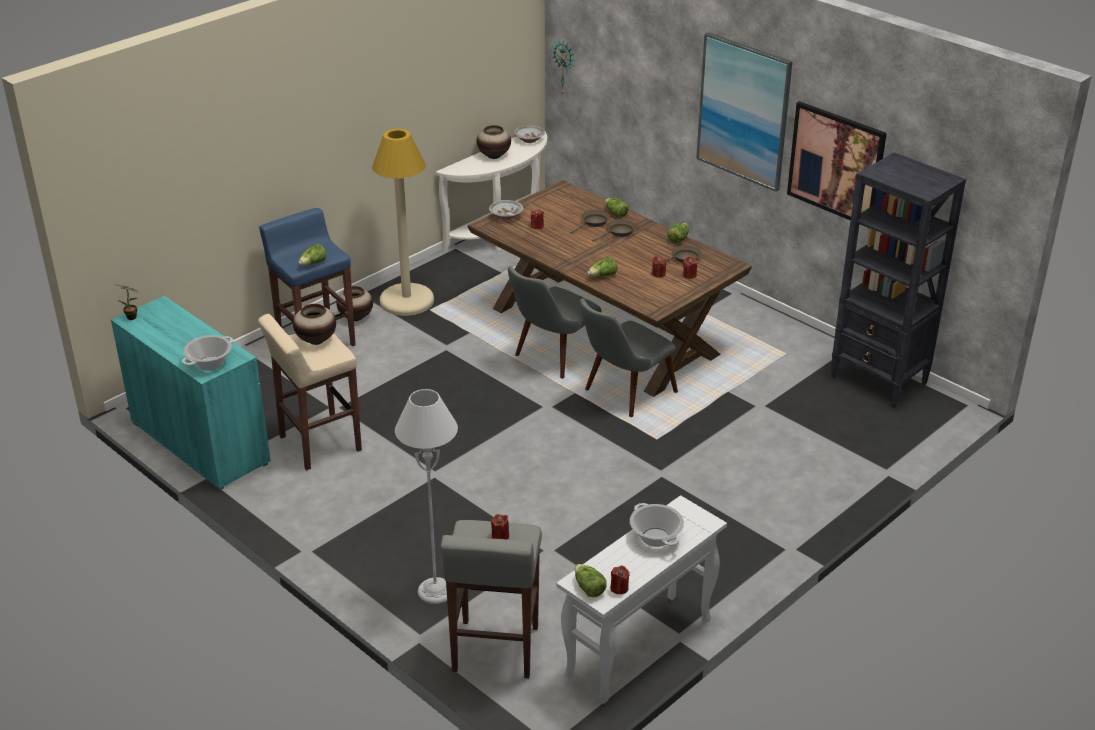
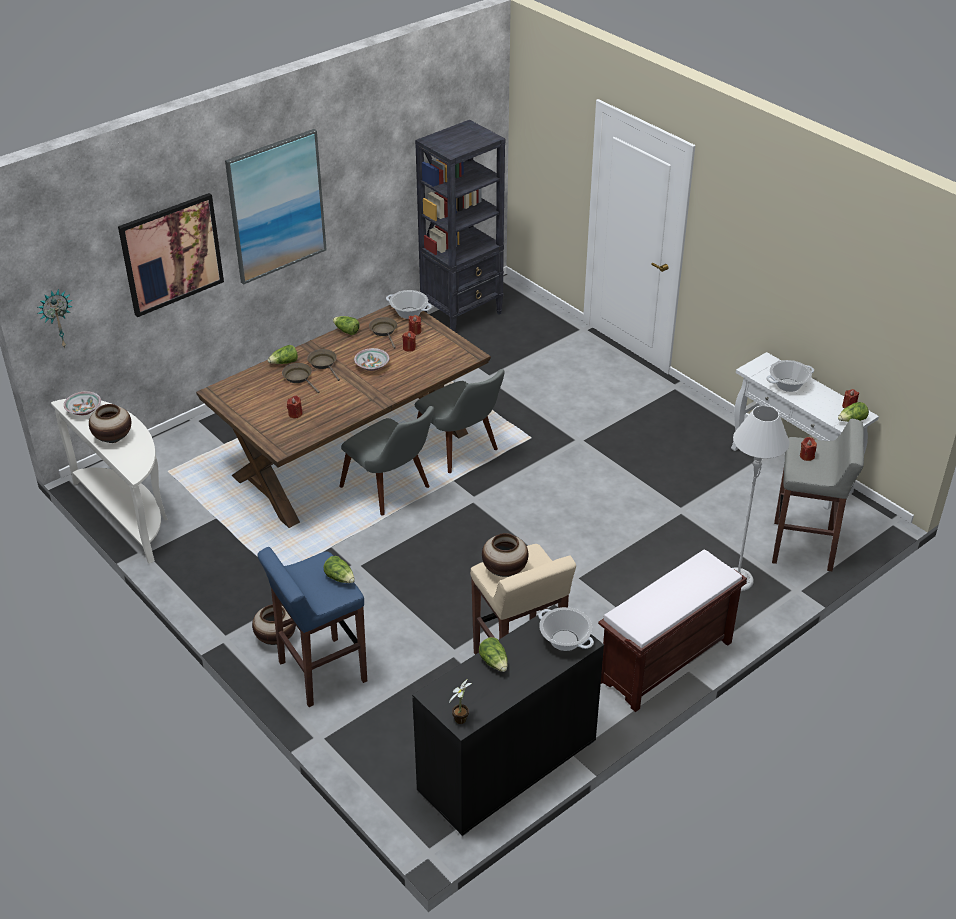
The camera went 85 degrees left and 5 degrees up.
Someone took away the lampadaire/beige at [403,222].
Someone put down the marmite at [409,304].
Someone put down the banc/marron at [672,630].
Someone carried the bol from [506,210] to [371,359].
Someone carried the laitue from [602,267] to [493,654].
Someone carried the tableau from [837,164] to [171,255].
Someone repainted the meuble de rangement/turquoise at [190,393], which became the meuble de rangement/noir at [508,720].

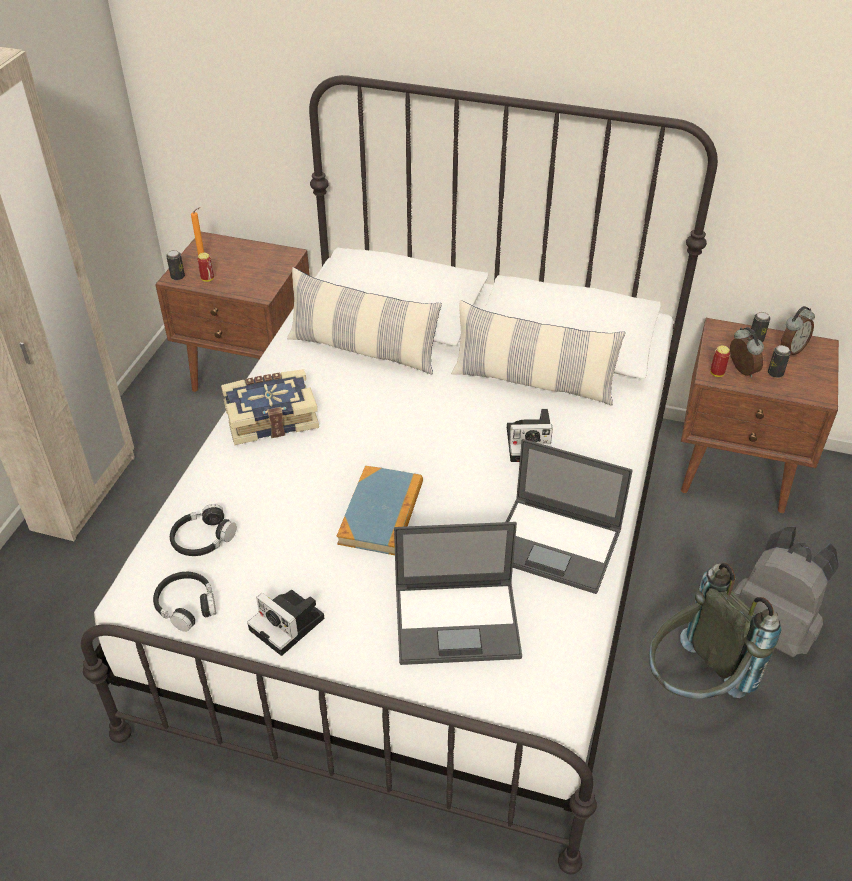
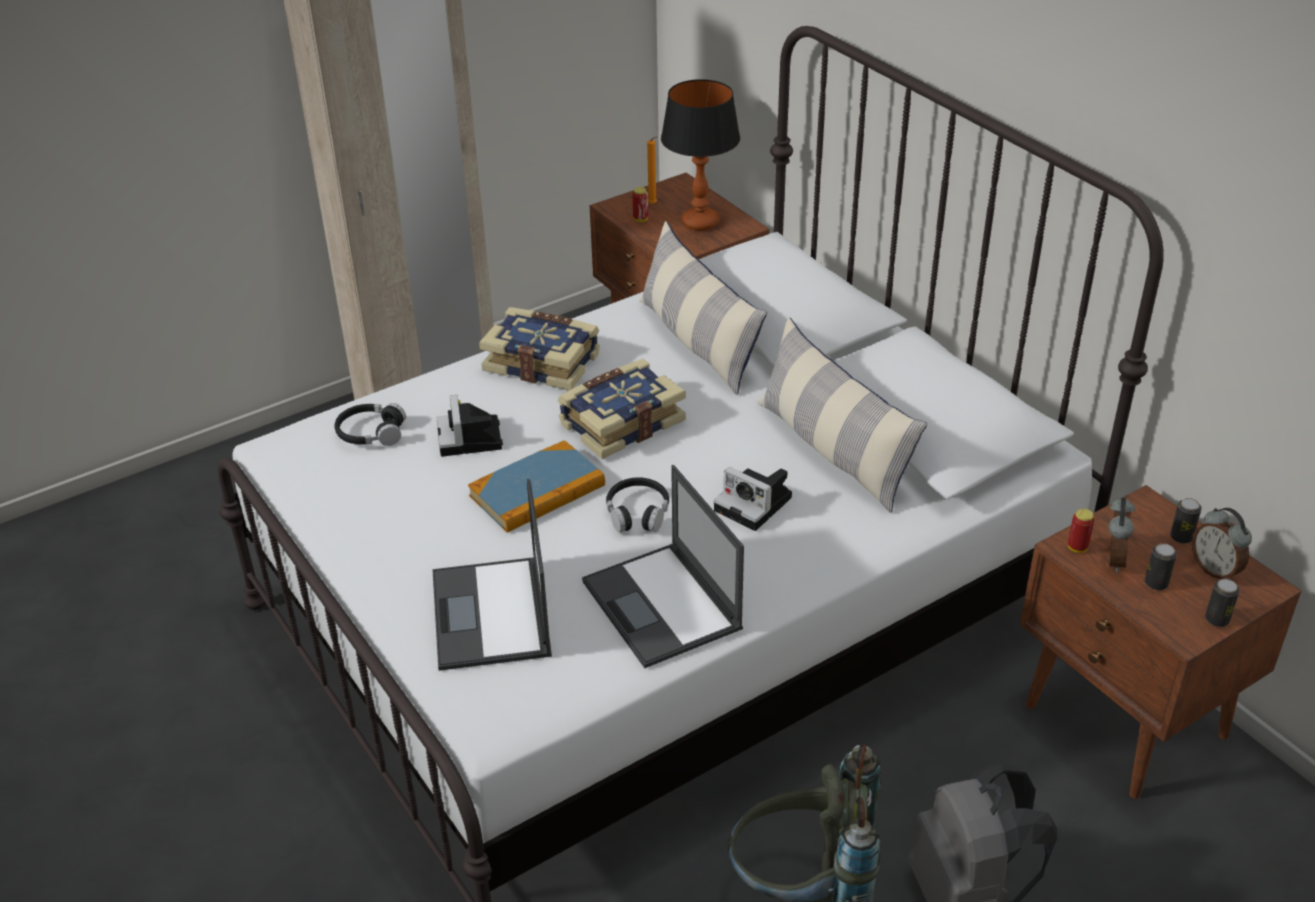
The camera went 40 degrees right and 5 degrees down.
Someone put down the livre at [621,409].
Someone put down the lampe de table at [700,155].
Someone carried the casque audio/noir from [184,602] to [637,505].
Someone carried the boîte métallique from [175,265] to [1222,603].
Someone carried the appareil photo from [285,623] to [469,426].
Someone rotated the ordinateur portable at [458,593] by 45 degrees clockwise.
Someone rotated the réveil at [798,330] by 60 degrees clockwise.

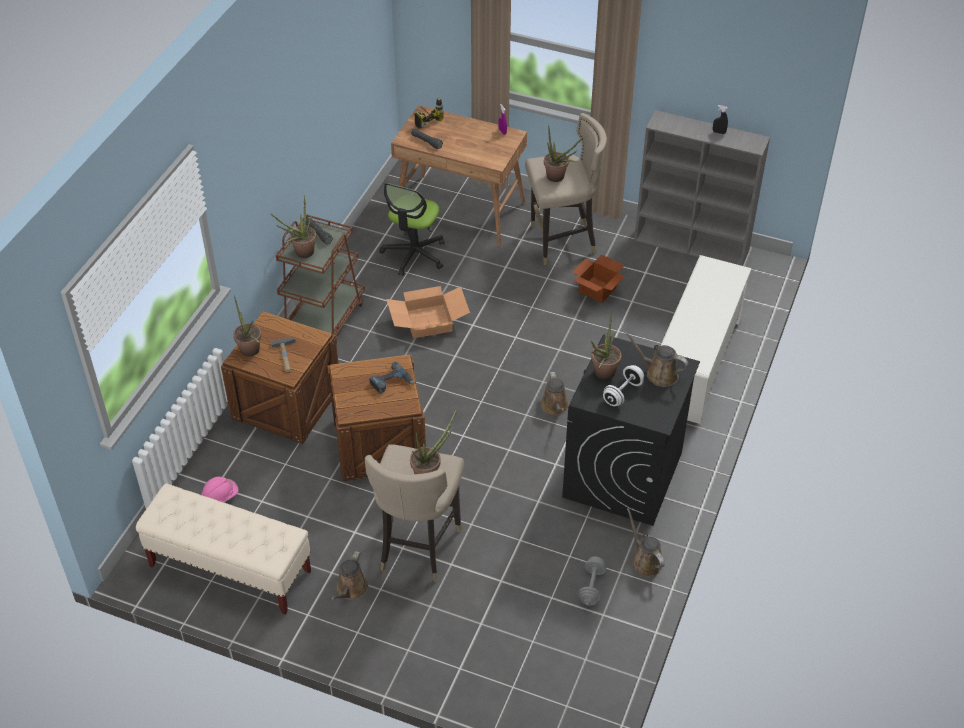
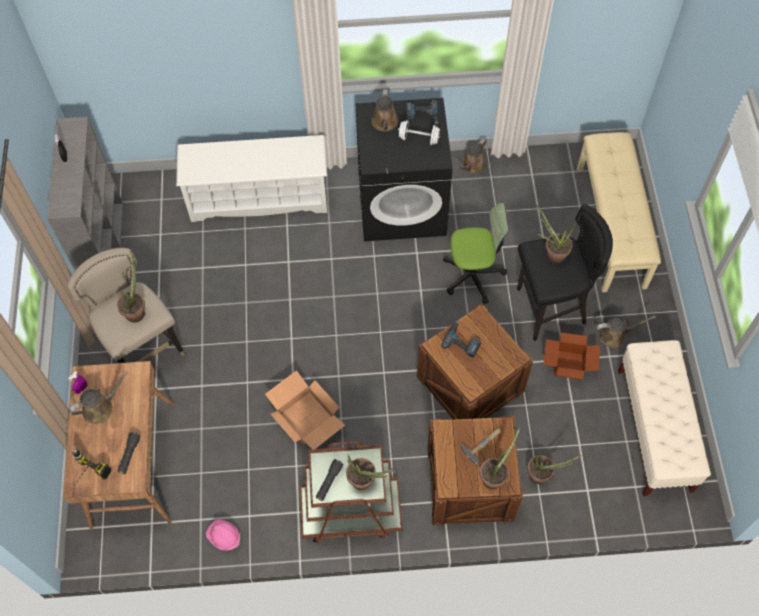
The camera went 115 degrees left and 15 degrees up.
Someone took away the haltère/gris at [592,581].
Someone put down the perceuse at [422,112].
Someone put down the banc/beige at [619,212].
Someone carried the casque de chantier/rose from [220,489] to [223,534].
Someone carried the chaise de bureau from [412,229] to [475,253].
Someone carried the arrosoir/marron from [555,393] to [98,397].
Someone carried the carton from [598,278] to [571,356].
Someone carried the plante en pot from [606,346] to [554,469].
Someone repainted the tabouret/beige at [414,513], which became the tabouret/noir at [565,272].

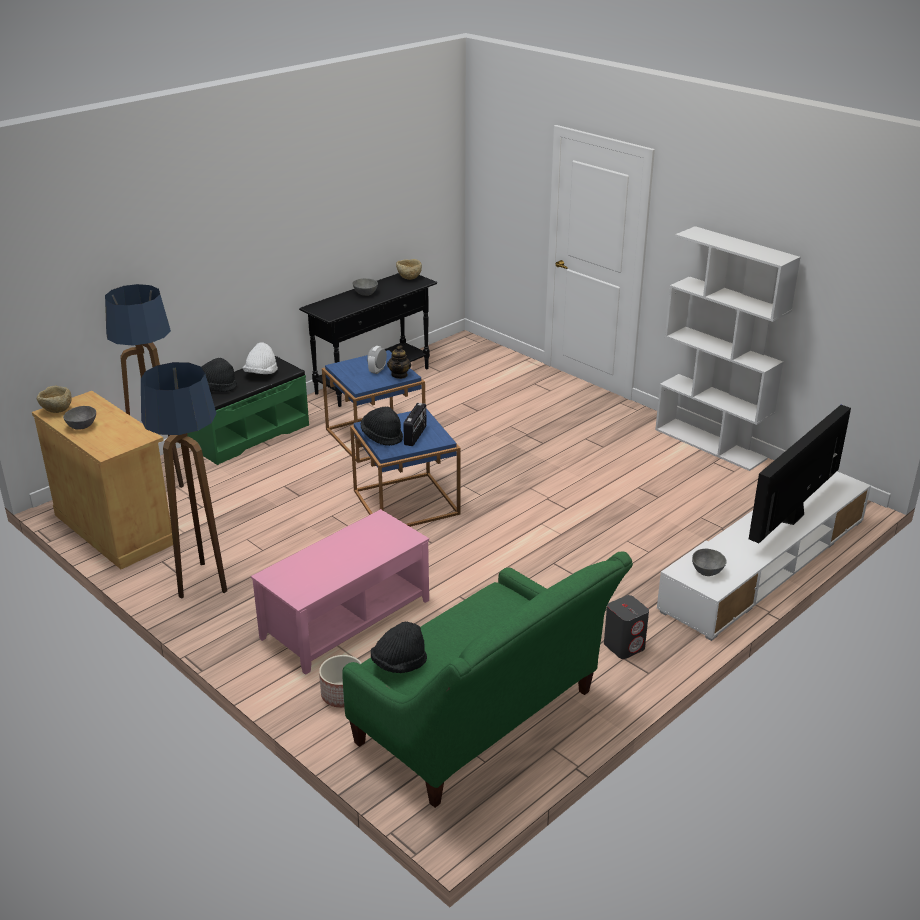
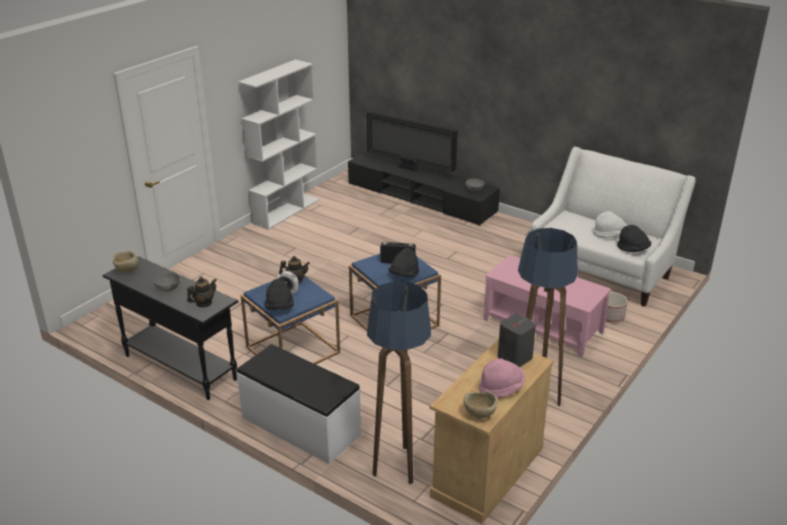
The camera went 100 degrees left and 0 degrees up.
Someone put down the théière at [202,292].
Someone carried the chapeau/noir from [219,375] to [279,294].
Someone carried the chapeau/blanc from [260,358] to [610,224].
Someone carried the enceinte/gris from [626,627] to [517,340].
Someone swapped the bol/gris at [79,417] for the chapeau/rose at [502,378].
Someone repainted the banc/vert at [248,410], which became the banc/blanc at [299,404].
Someone repainted the canapé/vert at [488,679], which became the canapé/blanc at [613,227].
Someone repainted the meuble télé/blanc at [764,556], which became the meuble télé/noir at [424,188].

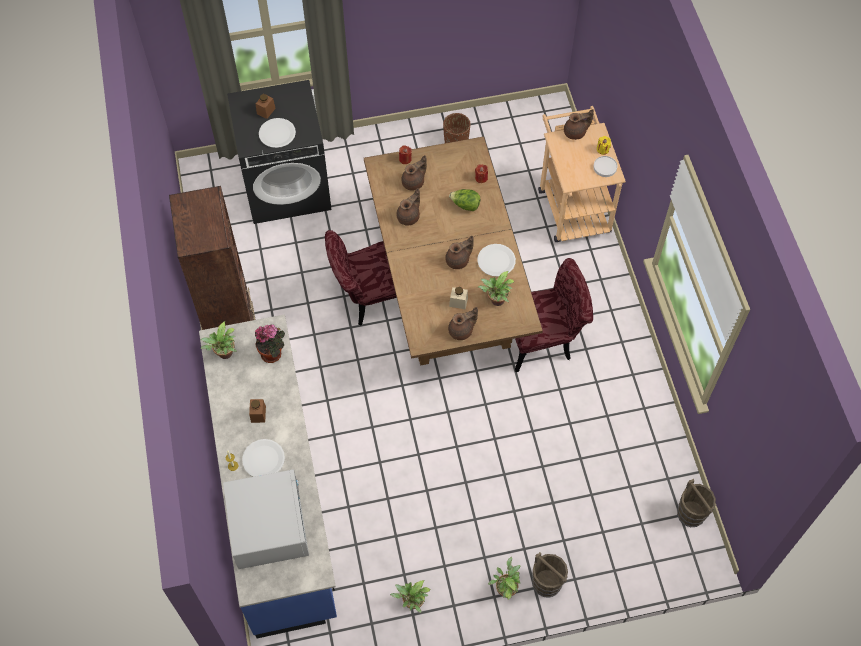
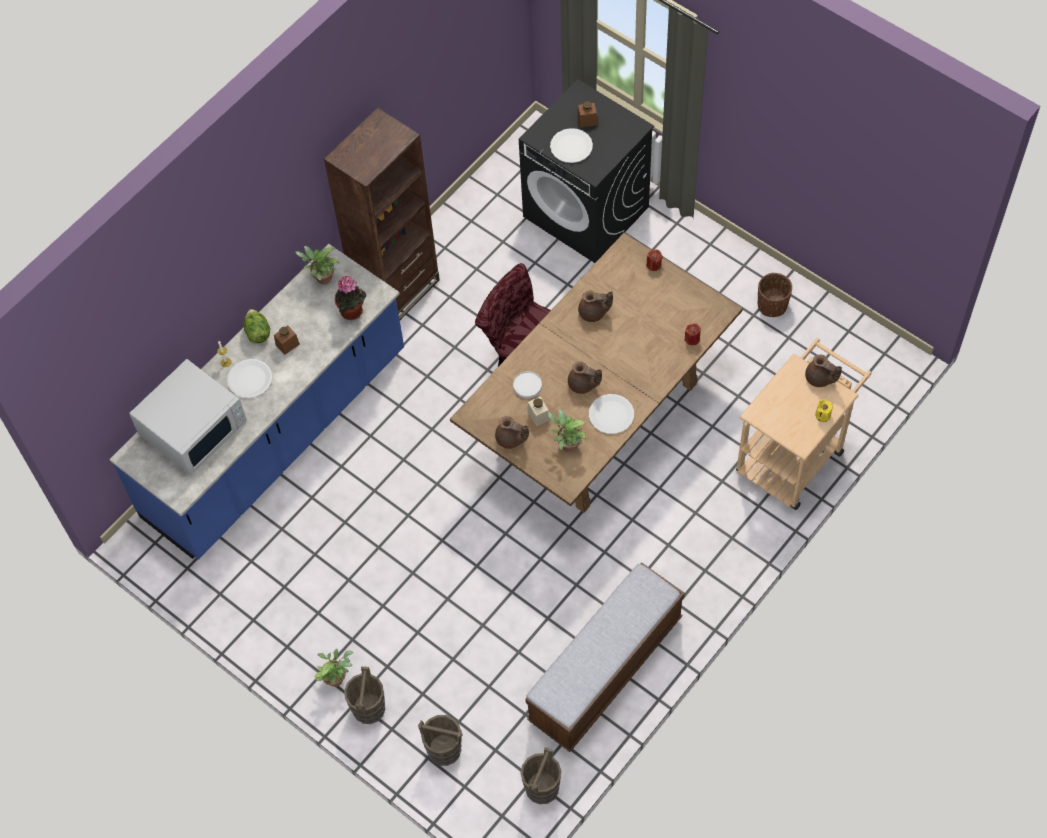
The camera went 55 degrees right and 0 degrees up.
Someone took away the plante en pot at [410,596].
Someone took away the théière/marron at [414,173].
Someone took away the chaise/rouge at [554,315].
Someone put down the seau/marron at [440,740].
Someone put down the banc at [605,657].
Someone carried the laitue from [465,200] to [257,326].
Someone carried the assiette/blanc from [605,166] to [527,385].

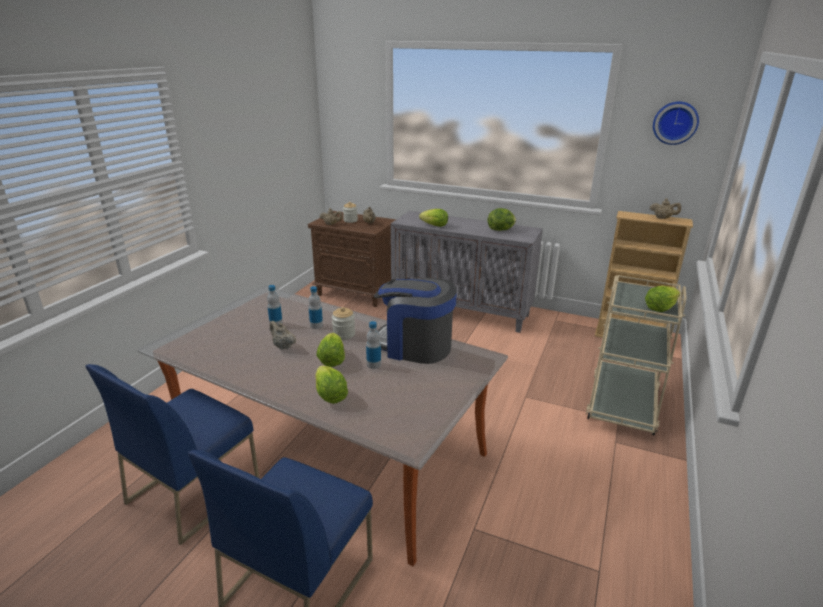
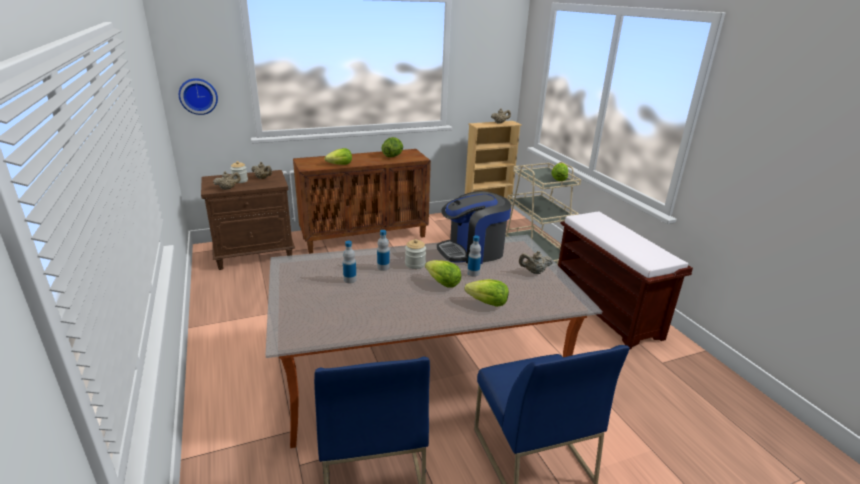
The camera went 45 degrees left and 0 degrees up.
Someone put down the banc/marron at [625,281].
Someone carried the théière/beige from [283,335] to [536,262].
Someone carried the horloge murale from [676,123] to [198,96].
Someone repainted the meuble de rangement/gris at [467,272], which became the meuble de rangement/marron at [362,201].

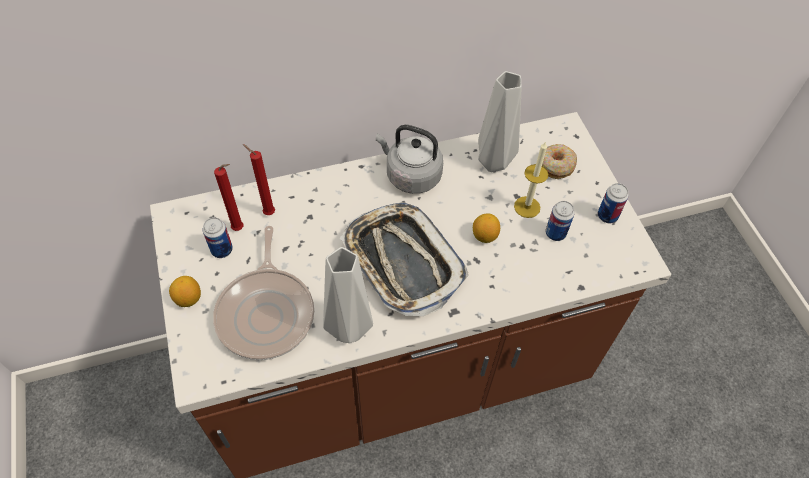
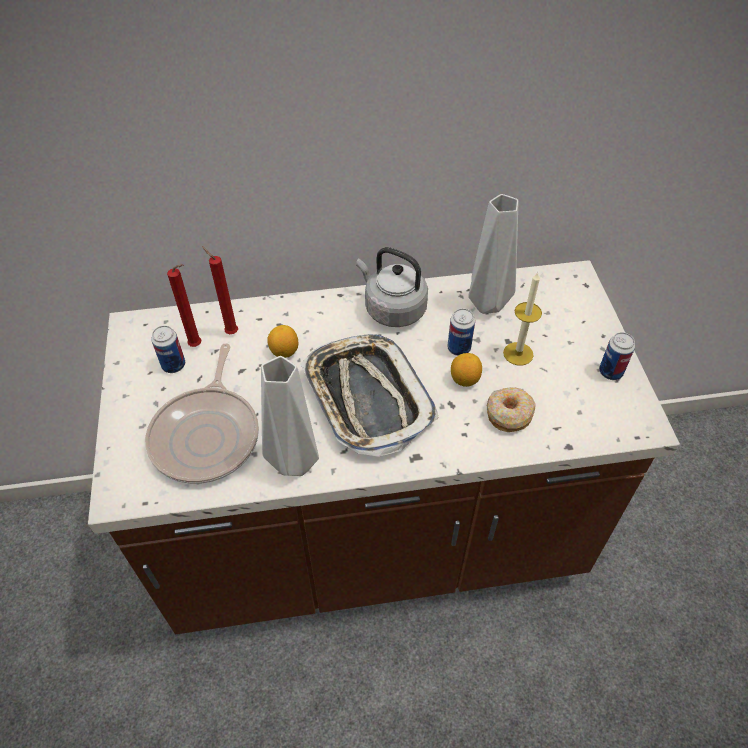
The camera went 10 degrees right and 5 degrees down.
Someone carried the citron from [185,291] to [282,341].
Someone carried the beignet from [559,161] to [511,409].
Someone carried the boîte métallique from [560,221] to [461,332].

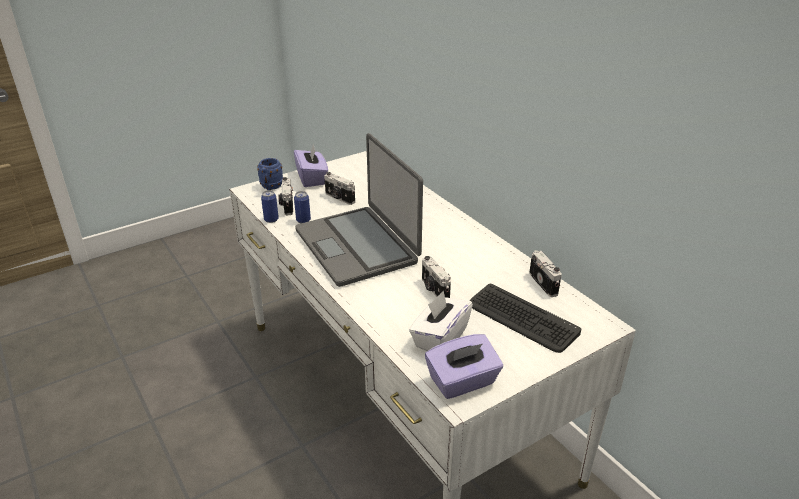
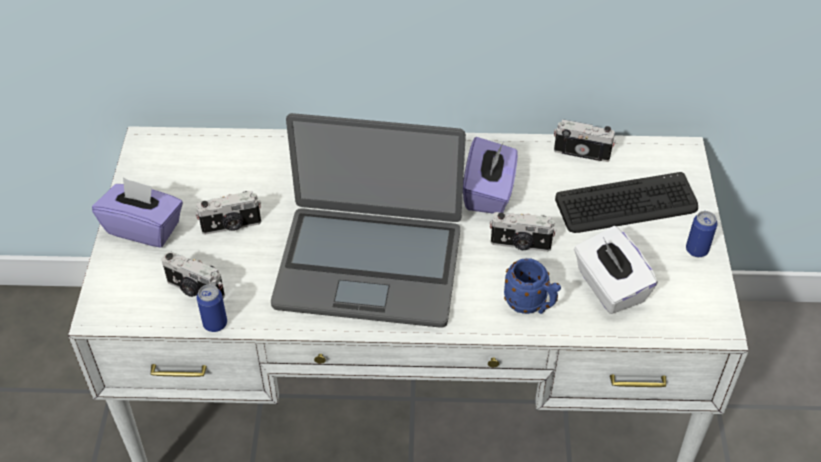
The camera went 55 degrees left and 15 degrees up.
Someone carried the mug/bleu from [270,174] to [532,286].
Someone carried the boîte métallique from [302,207] to [702,234].
Someone carried the boîte à mouchoirs/violet from [464,366] to [490,175].

